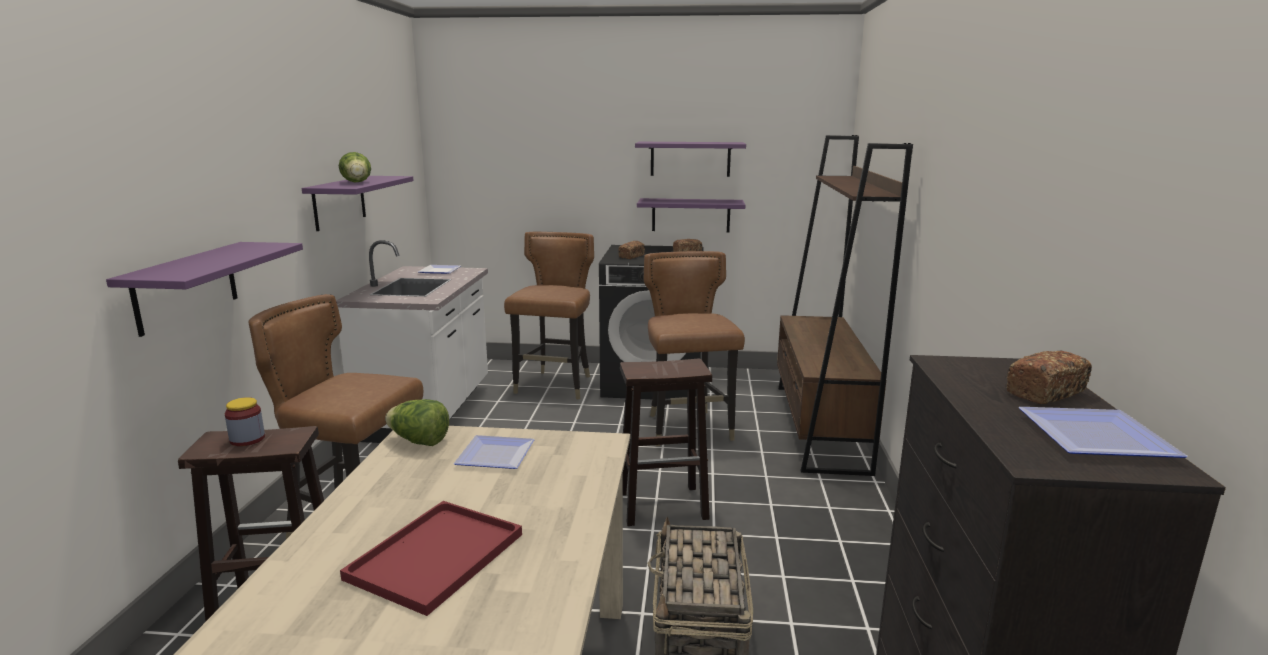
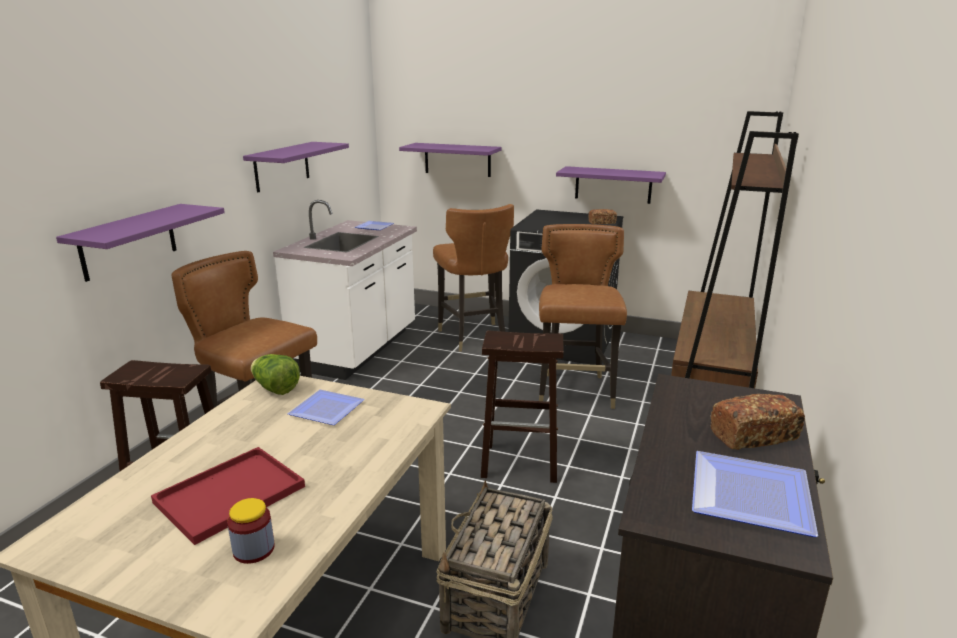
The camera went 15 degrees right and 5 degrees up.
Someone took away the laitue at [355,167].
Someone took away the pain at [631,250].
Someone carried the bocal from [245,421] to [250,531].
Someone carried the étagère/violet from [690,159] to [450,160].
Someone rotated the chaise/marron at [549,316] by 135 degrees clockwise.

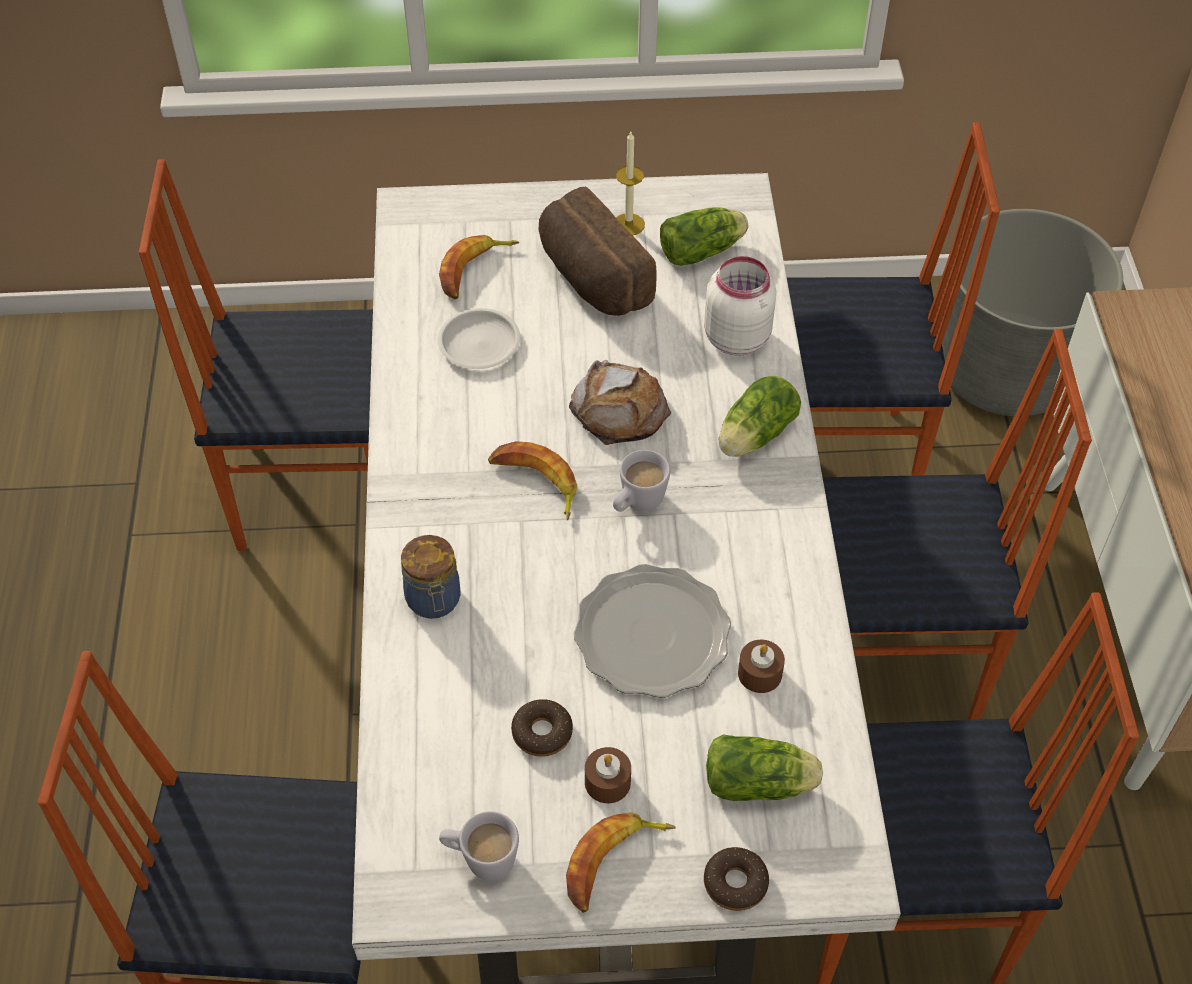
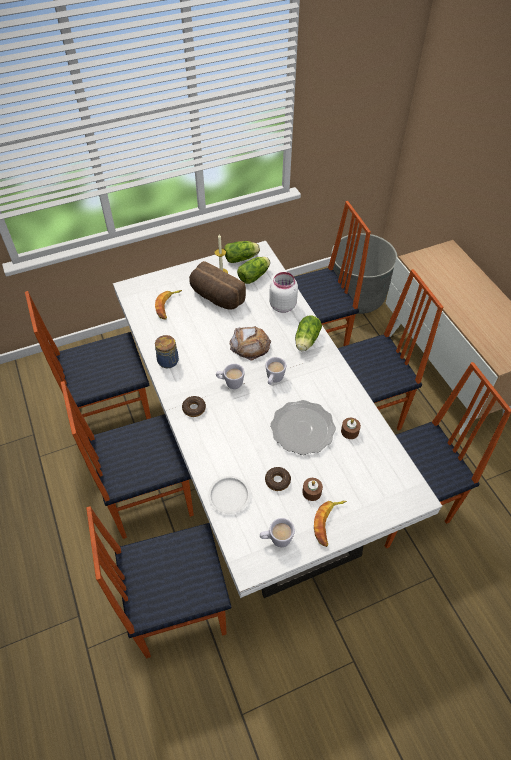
The camera went 20 degrees left and 0 degrees up.
Someone put down the chaise at [127,460].
Someone carried the bocal from [431,577] to [167,351].
Someone carried the assiette/blanc from [479,338] to [229,495].
Someone carried the beignet from [736,879] to [194,406].
Someone carried the laitue from [764,767] to [242,252].
Someone swapped the banane at [532,480] for the mug/blanc at [230,376].

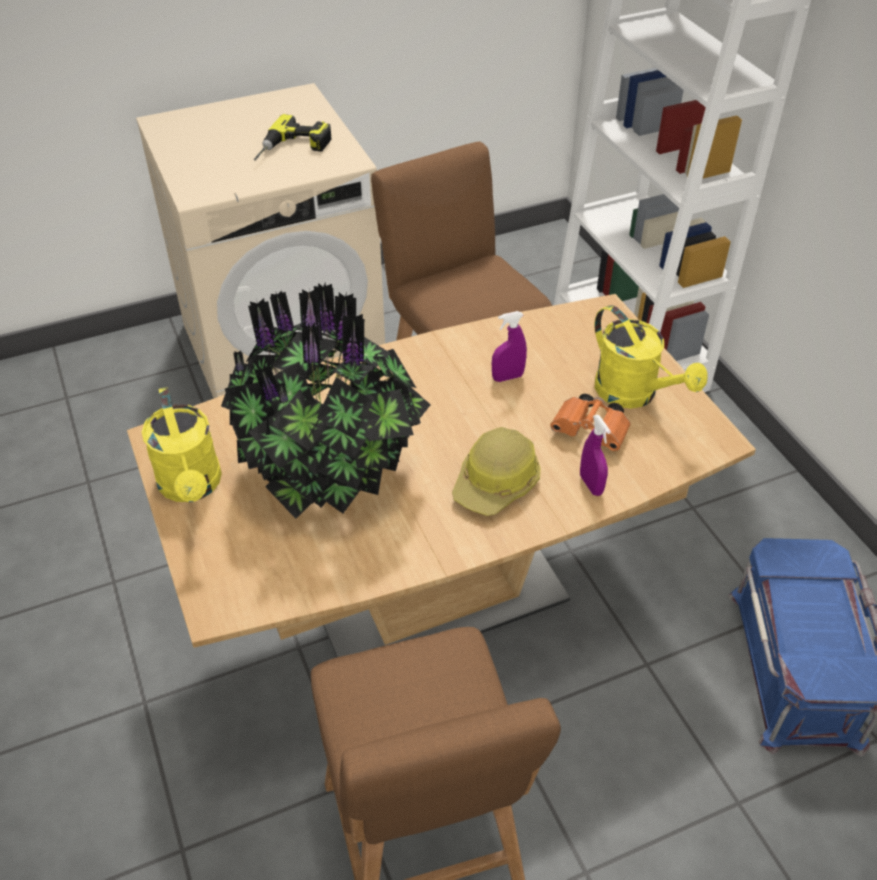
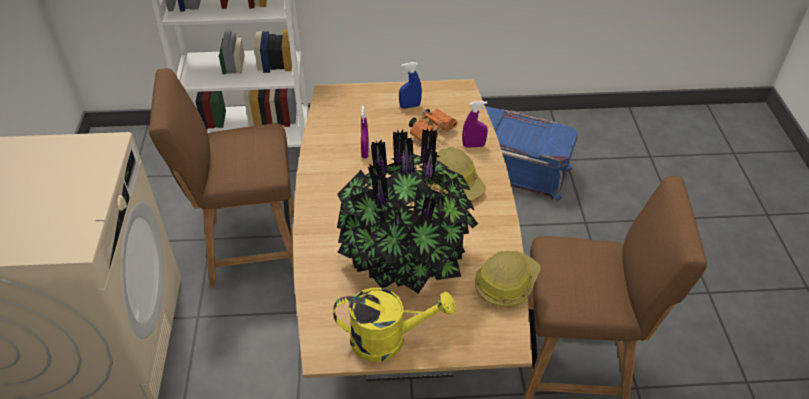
The camera went 70 degrees left and 0 degrees up.
Someone took away the perceuse at [292,137].
Someone put down the casque de chantier at [508,279].
Someone swapped the arrosoir/jaune at [650,357] for the vaporisateur/bleu at [410,85].

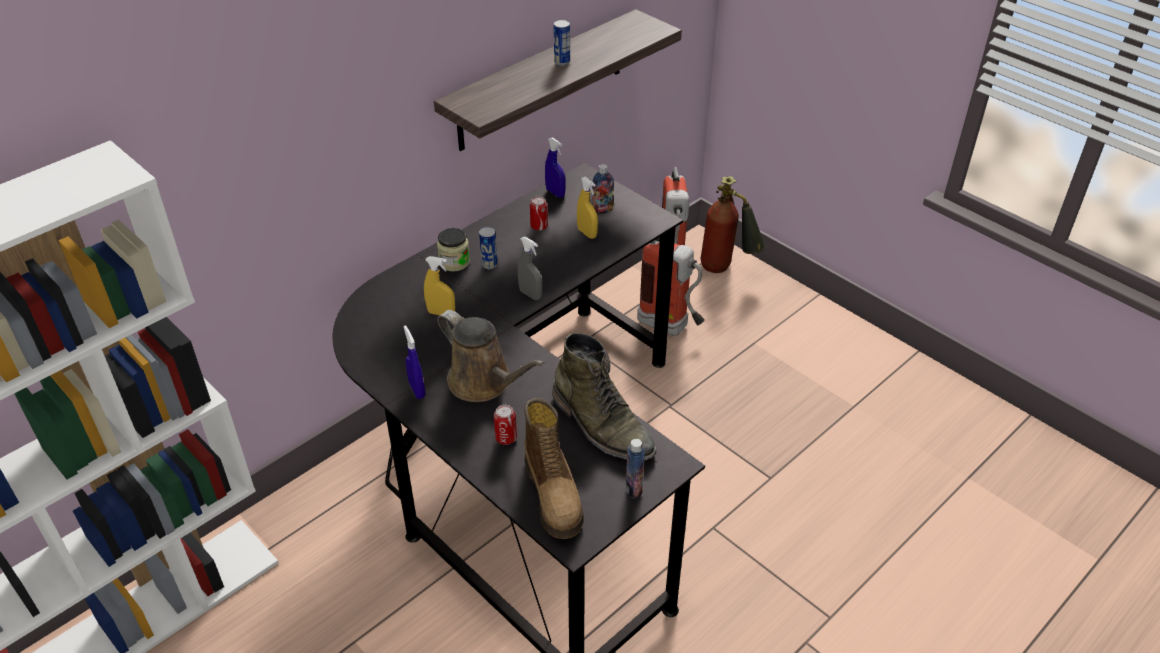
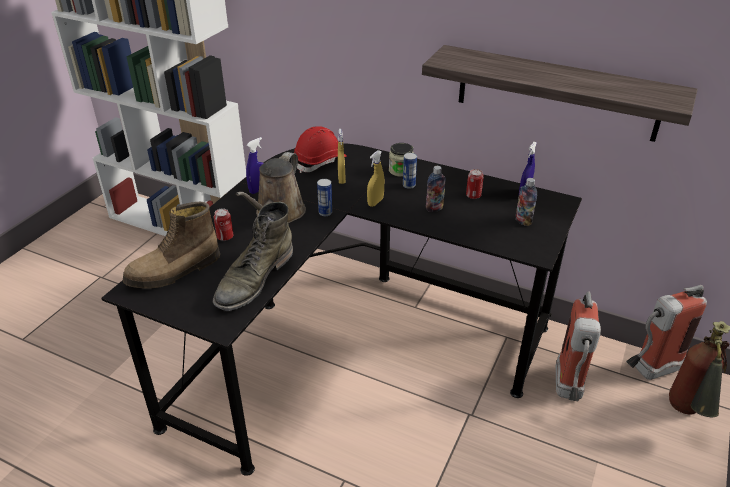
The camera went 70 degrees right and 5 degrees down.
Someone took away the vaporisateur/gris at [530,268].
Someone put down the casque de chantier/rouge at [320,149].
Someone carried the boîte métallique from [562,43] to [324,197].
Someone carried the vaporisateur/jaune from [587,208] to [375,178].
Someone carried the bouteille from [635,469] to [436,189].

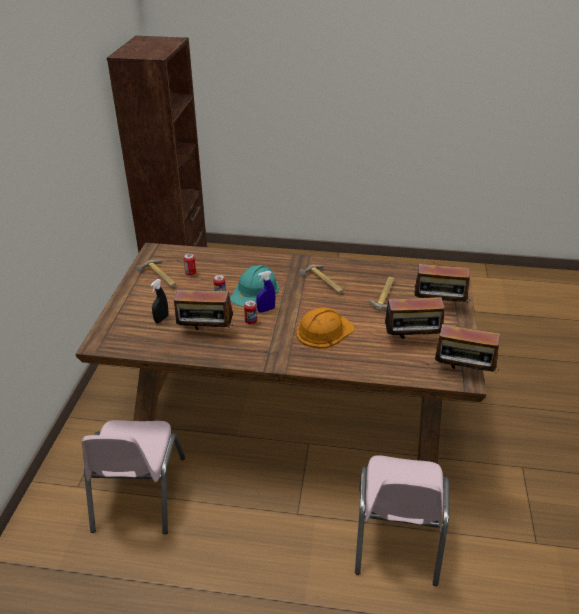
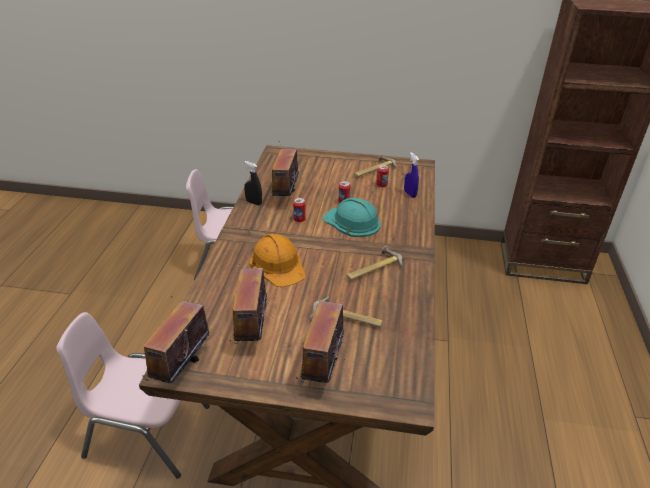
The camera went 90 degrees right and 0 degrees up.
Someone carried the vaporisateur/noir from [159,301] to [253,183].
Someone carried the vaporisateur/bleu from [265,292] to [411,175].

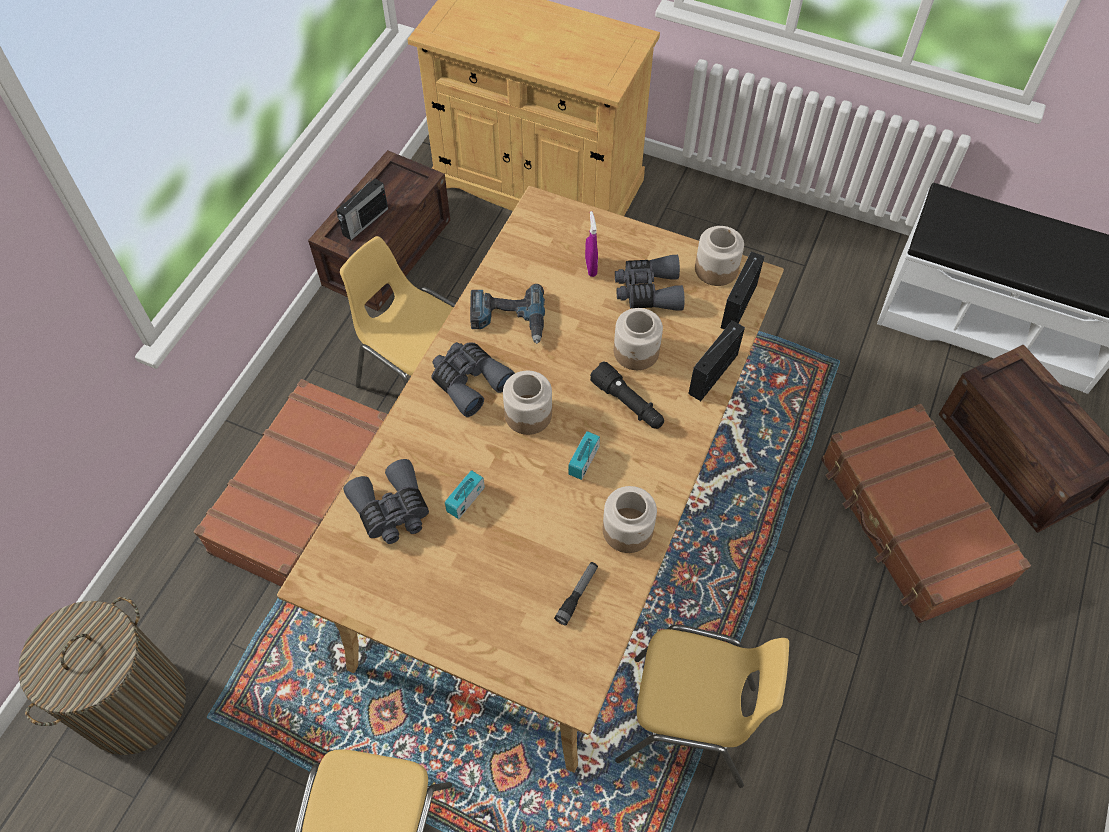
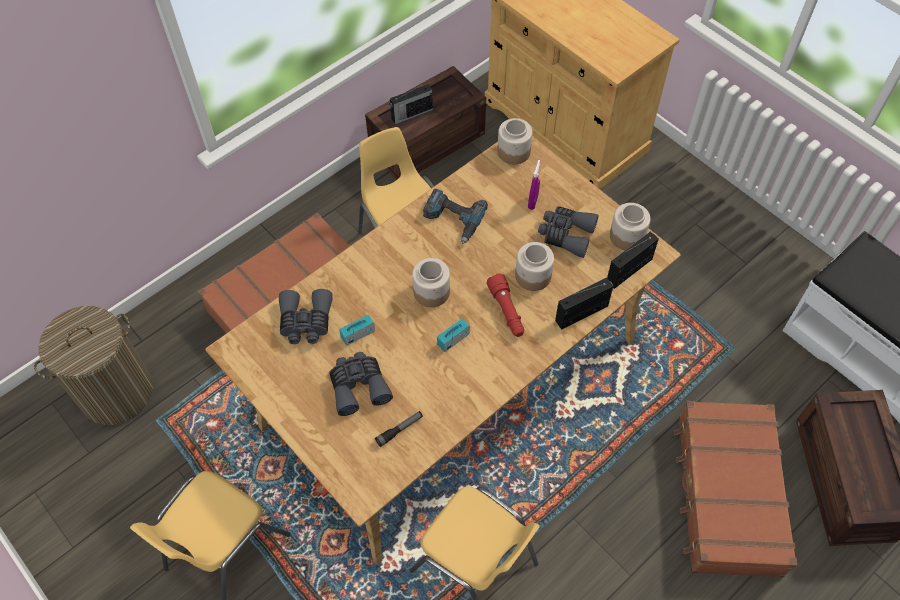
The camera went 25 degrees right and 0 degrees up.
Someone carried the jumelles/gris from [473,379] to [361,384].
Someone carried the bocal from [630,519] to [515,141].
Someone repainted the lampe de poche/noir at [627,395], which became the lampe de poche/rouge at [505,305].

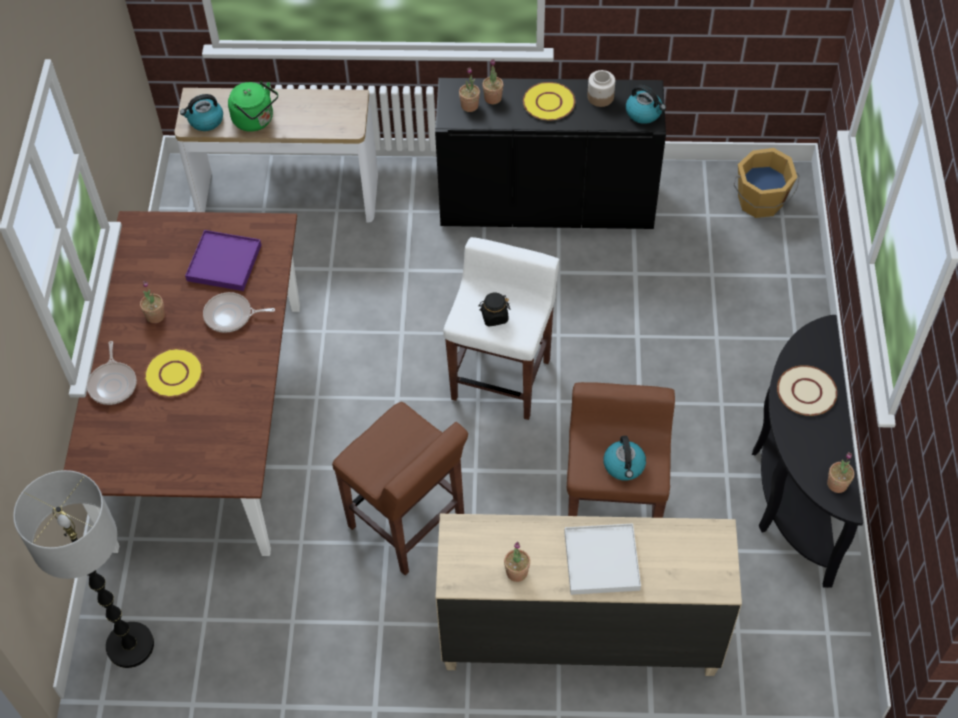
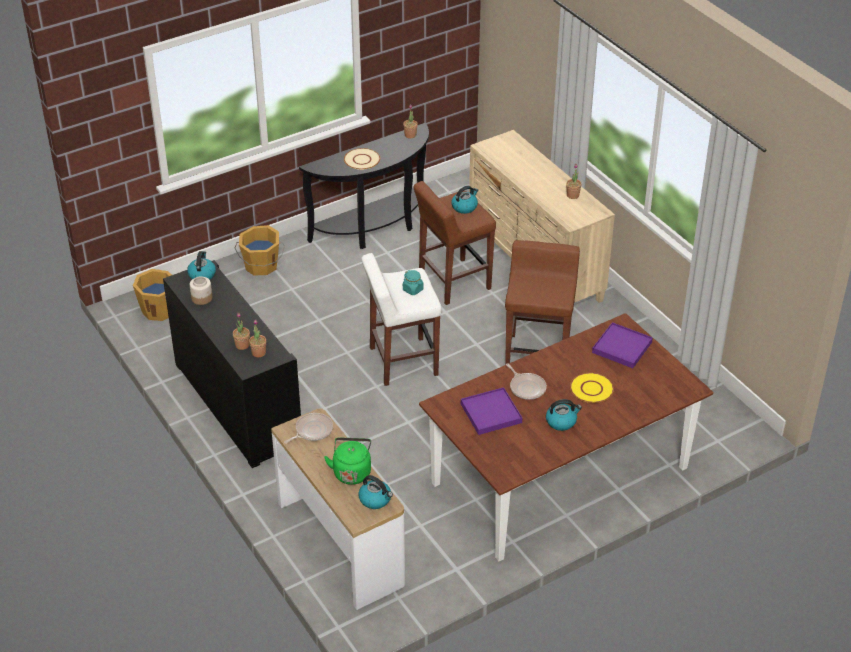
The camera went 125 degrees left and 15 degrees down.
Someone took away the lampadaire at [83,569].
Someone took away the assiette/jaune at [549,101].
Someone took away the plateau/blanc at [602,559].
Someone put down the seau/orange at [260,250].
Someone put down the plateau/violet at [622,345].
Someone carried the poêle from [112,373] to [308,428].
Someone swapped the plante en pot at [152,302] for the bouilloire at [564,415].
Someone repainted the bocal/noir at [494,309], which became the bocal/turquoise at [413,282].

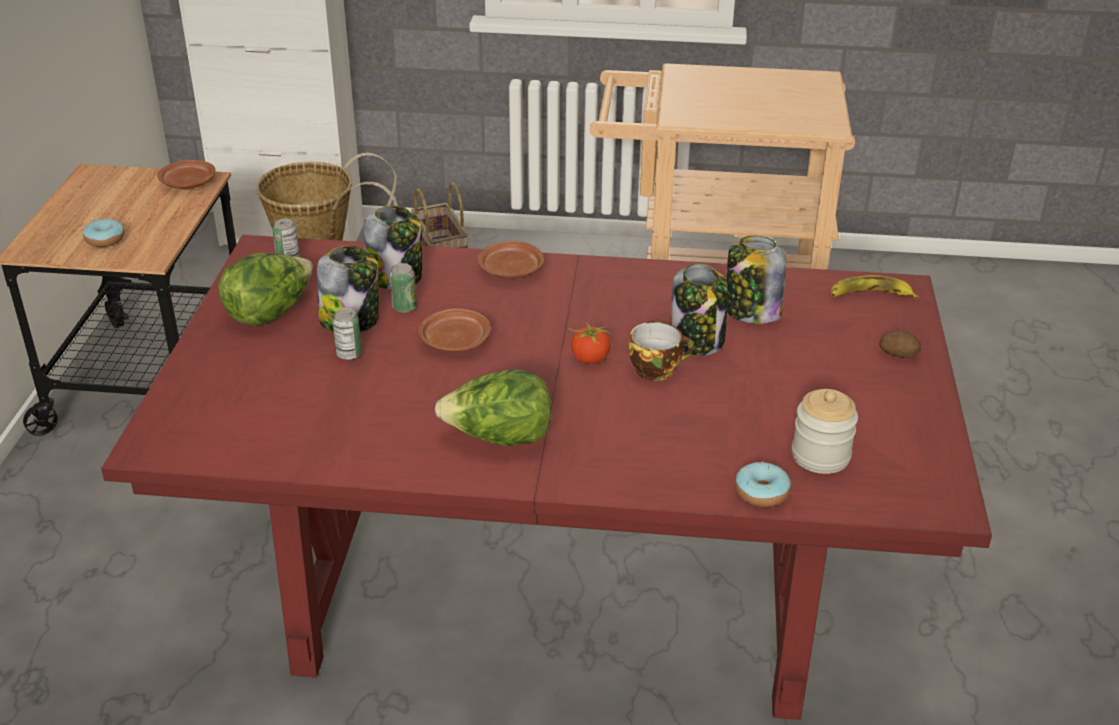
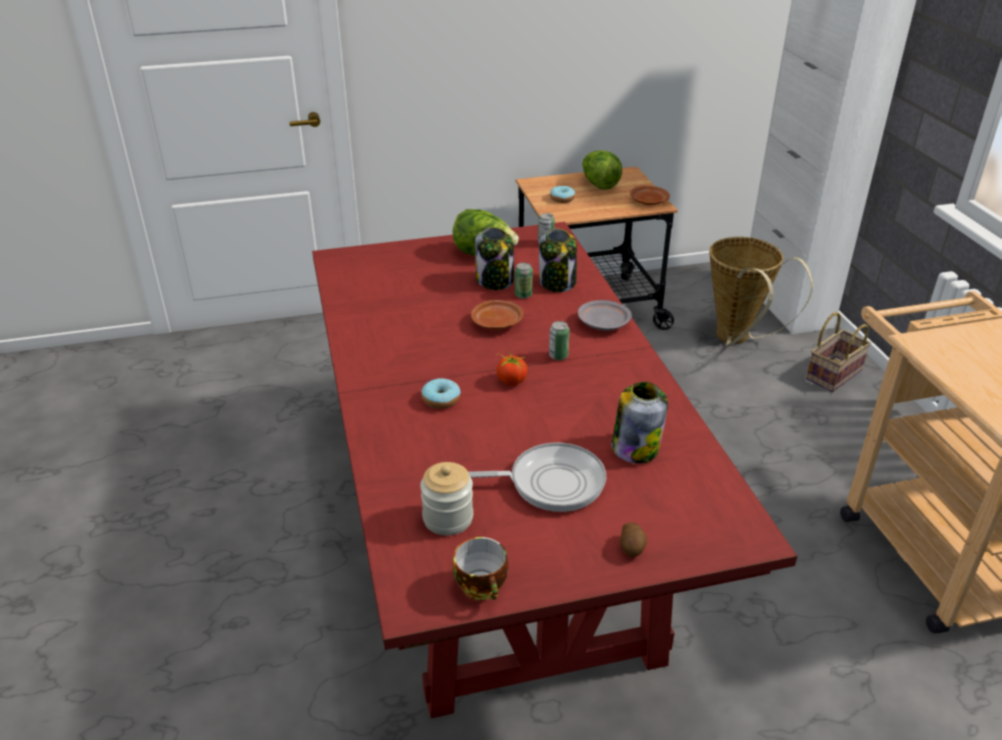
The camera went 70 degrees right and 0 degrees up.
Someone took away the bocal at [699,309].
Someone took away the banane at [875,287].
Someone put down the poêle at [537,477].
Someone carried the boîte métallique from [347,334] to [559,340].
Someone carried the laitue from [493,407] to [602,170].
Someone carried the tasse from [661,351] to [480,568].
Someone carried the beignet from [763,484] to [440,393].
Someone repainted the assiette/marron at [511,260], which became the assiette/gris at [605,315].

